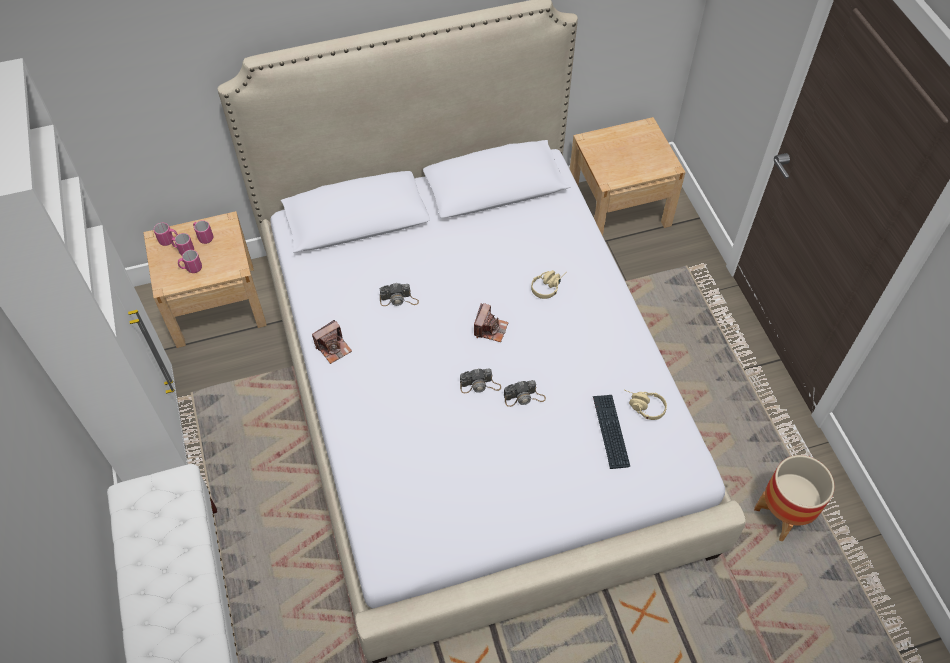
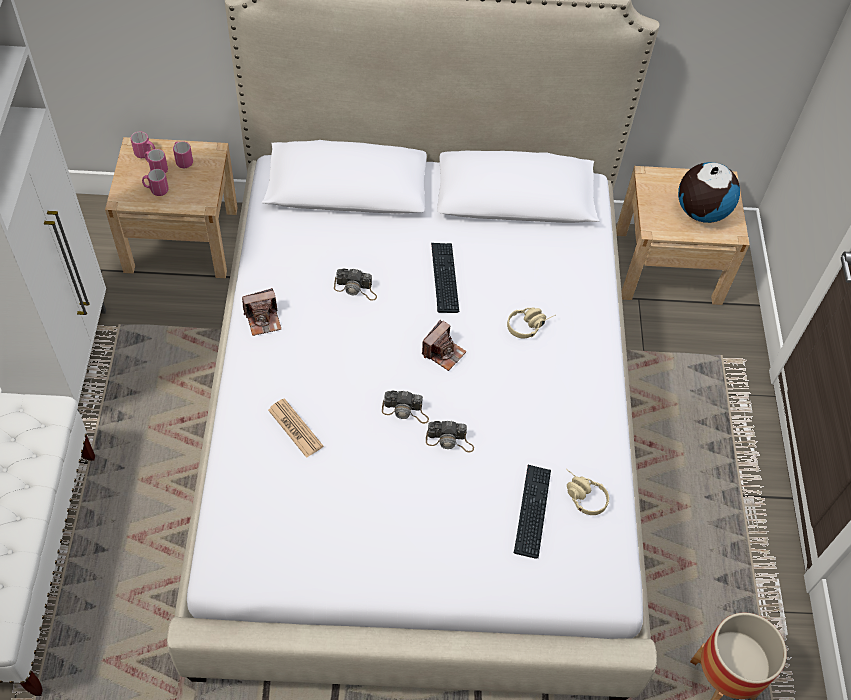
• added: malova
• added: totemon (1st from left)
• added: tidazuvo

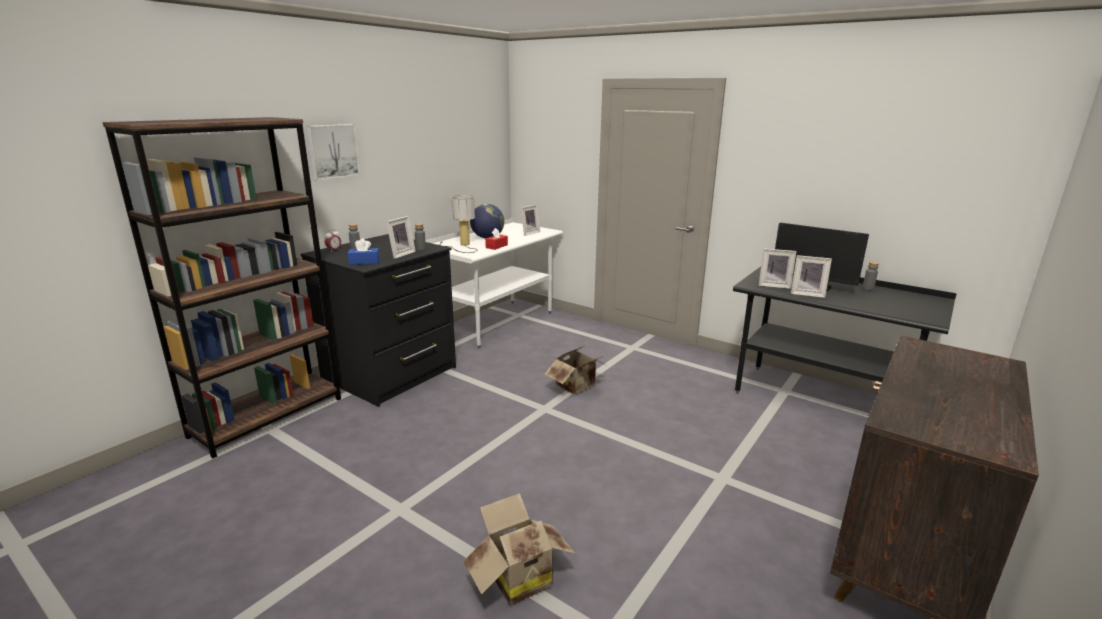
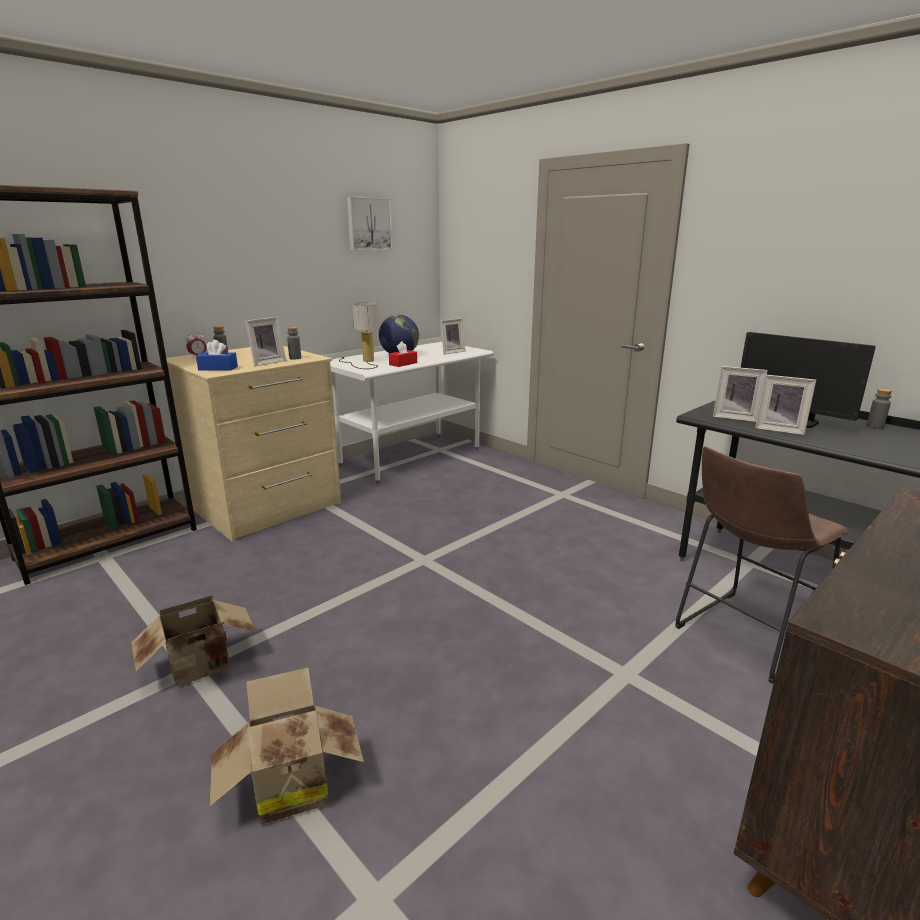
• recoloured: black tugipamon to beige tugipamon
• moved: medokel
• moved: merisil (2nd from left in the first image) to merisil (1st from left)
• added: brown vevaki

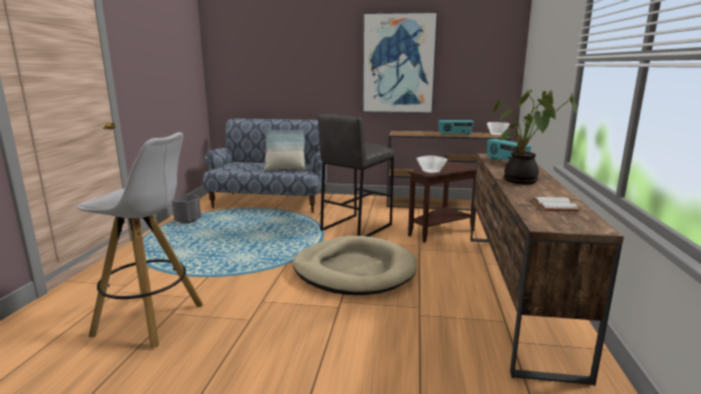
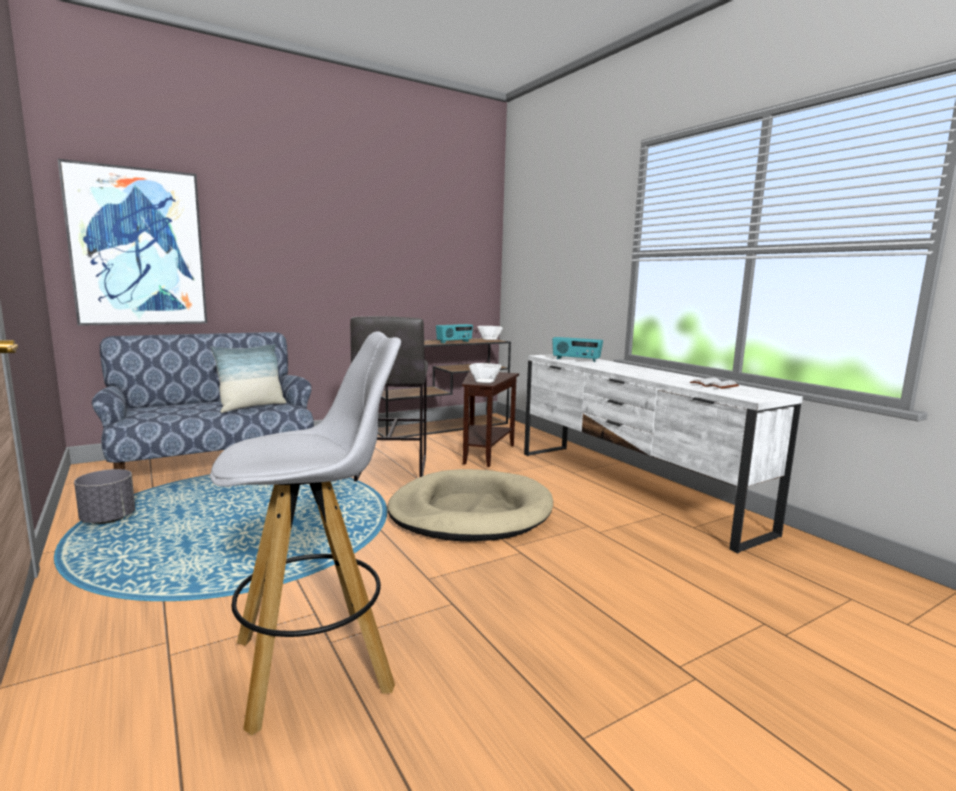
• moved: medokel
• recoloured: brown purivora to white purivora
• removed: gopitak

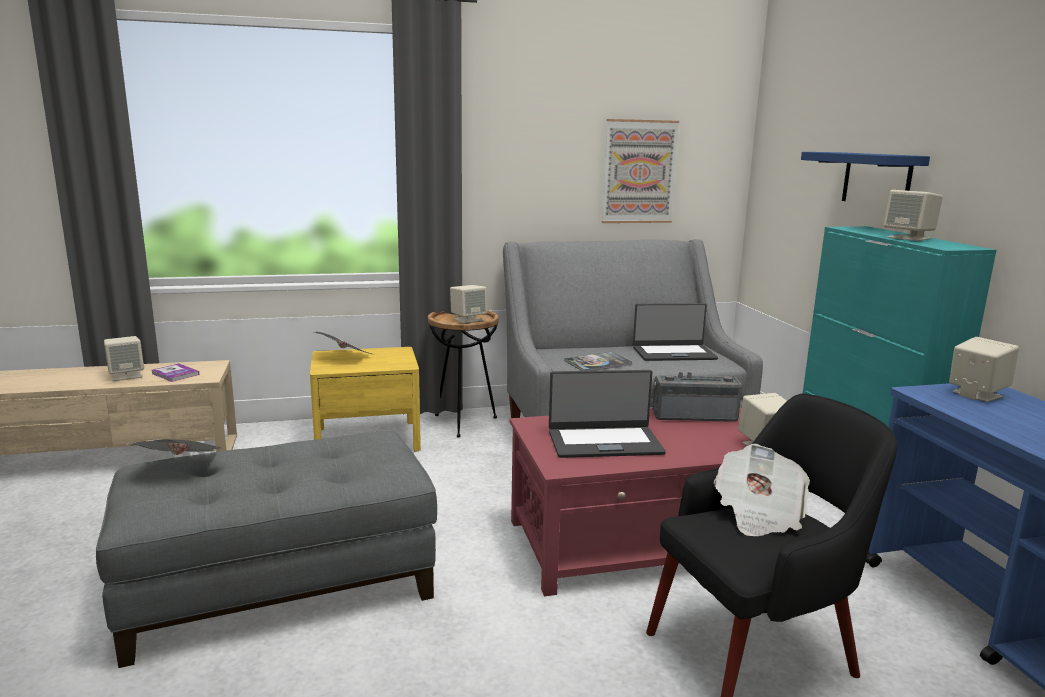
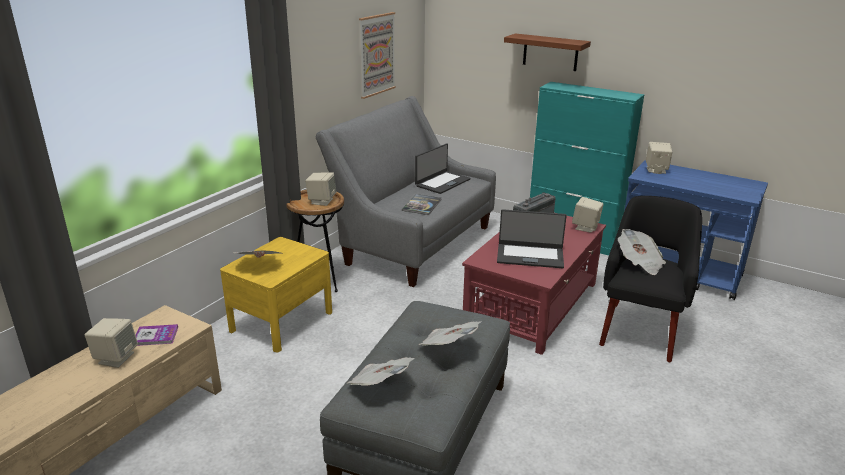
• turned: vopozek (1st from left in the first image) 60 degrees clockwise
• recoloured: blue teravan to brown teravan
• removed: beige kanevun (4th from left)
• added: malova (3rd from left)

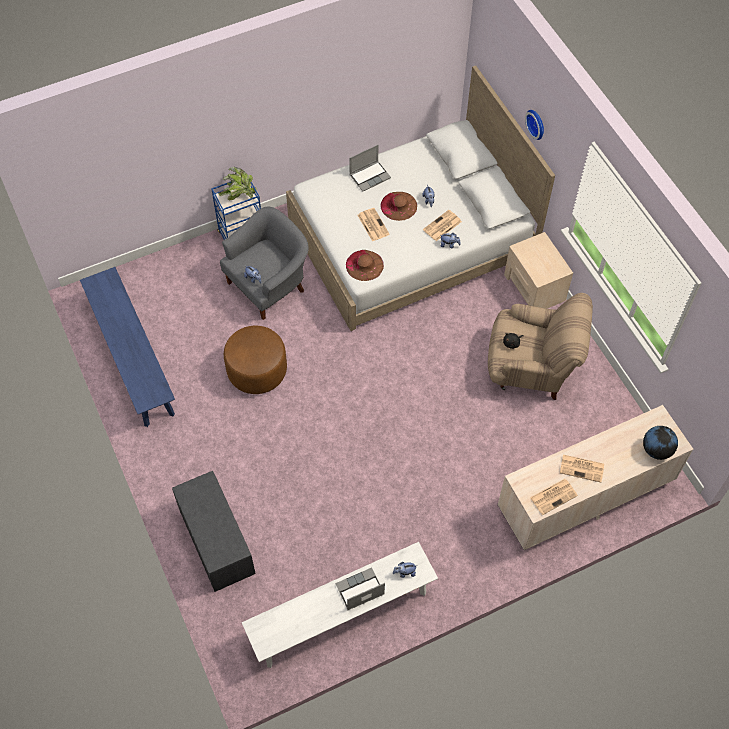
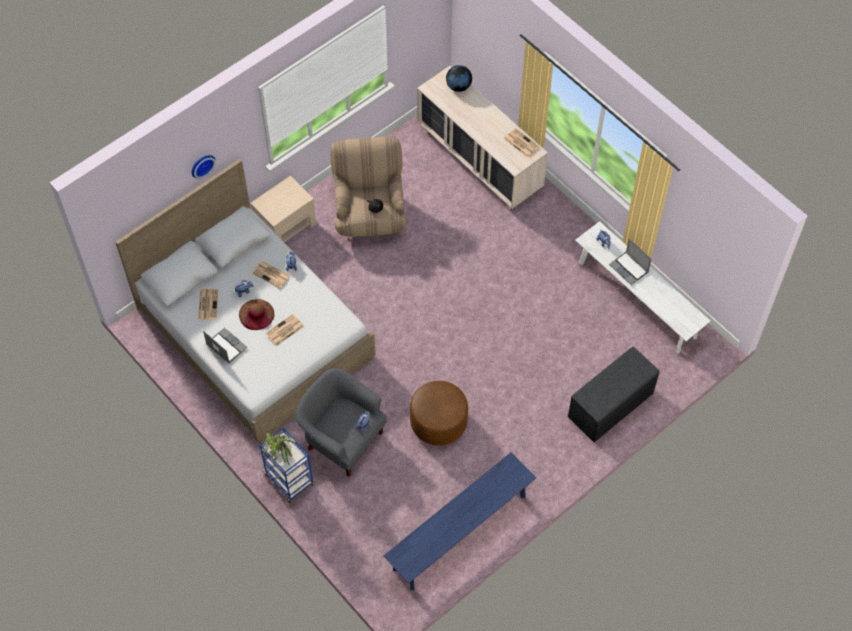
• removed: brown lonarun (1st from left)
• moved: malova (4th from left in the first image) to malova (1st from left)

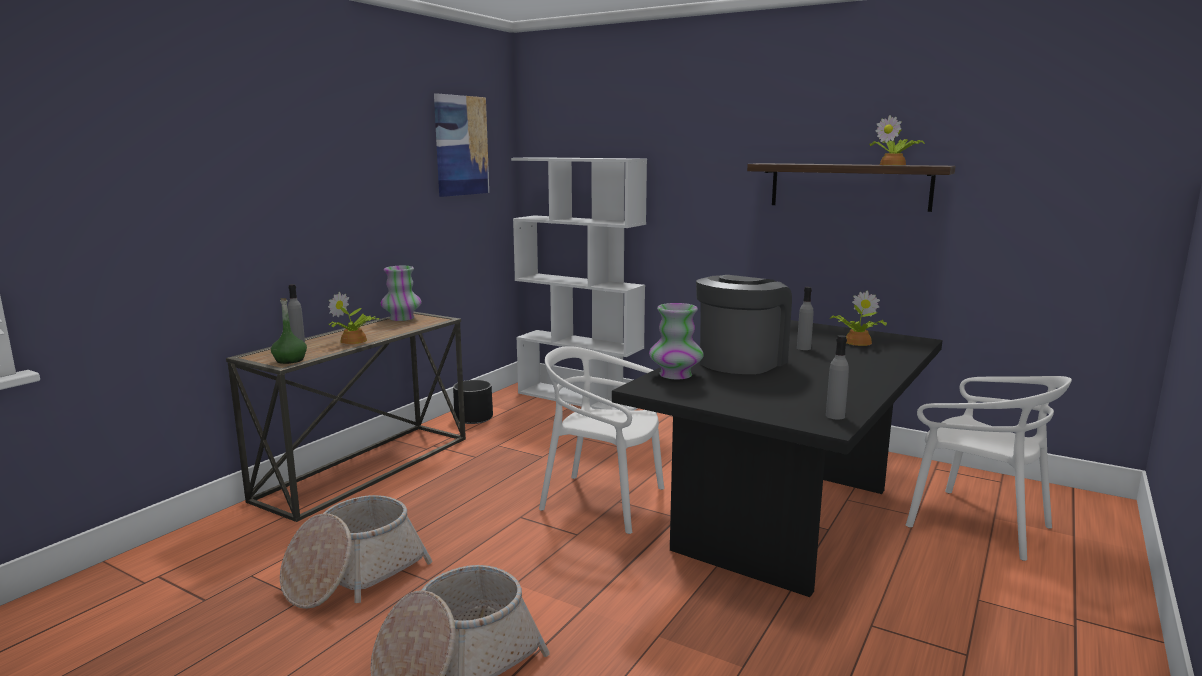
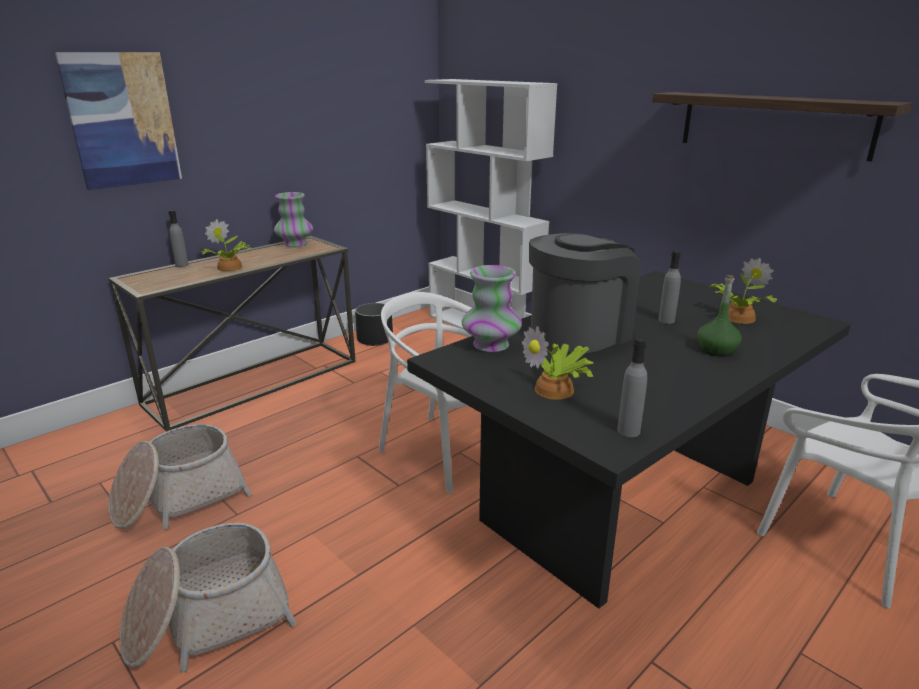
• moved: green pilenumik
• moved: medokel
• moved: gopitak (3rd from left in the first image) to gopitak (2nd from left)

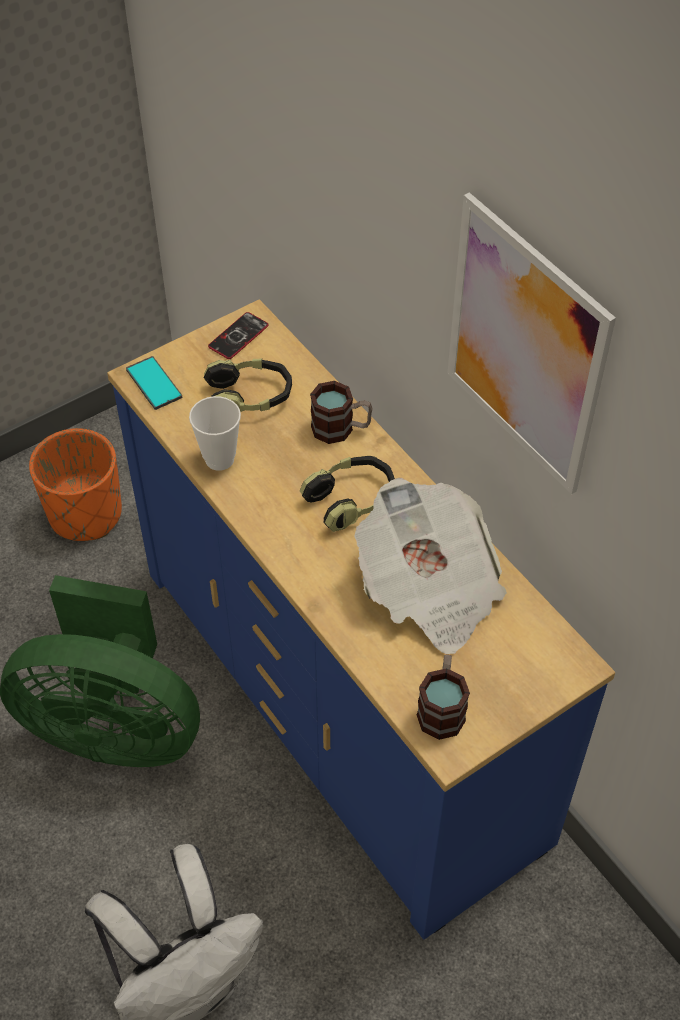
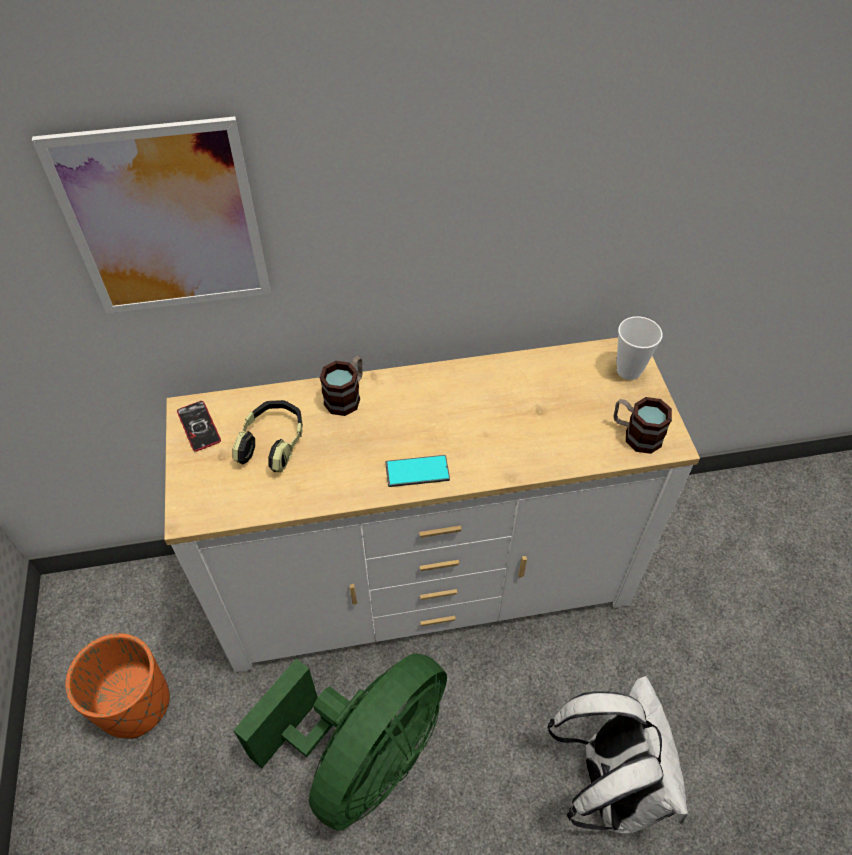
• recoloured: blue tugipamon to white tugipamon
• moved: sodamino (1st from left in the first image) to sodamino (2nd from left)
• moved: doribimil
• removed: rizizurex (2nd from left)
• removed: malova
• moved: medokel

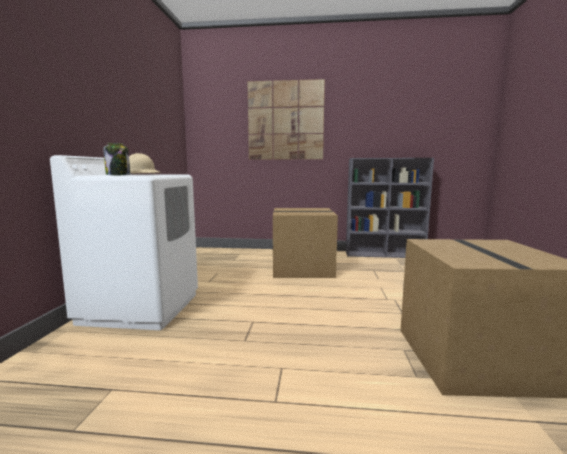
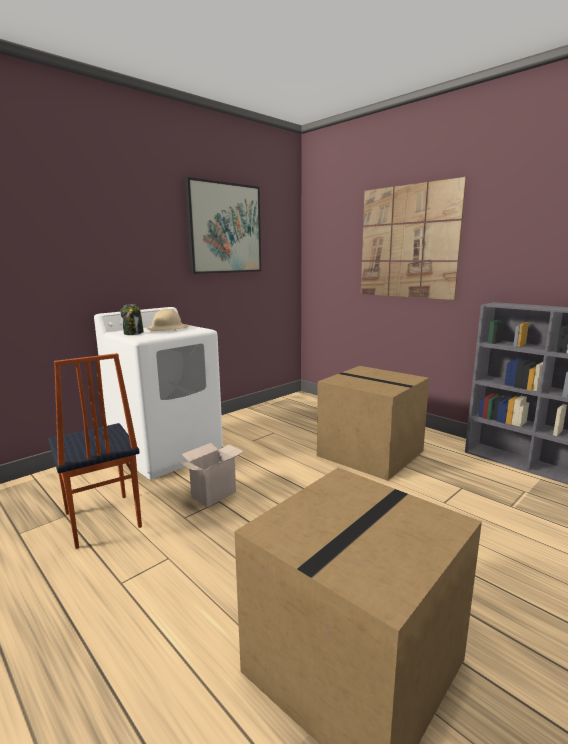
• added: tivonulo
• added: merisil (1st from left)
• added: medokel (1st from left)

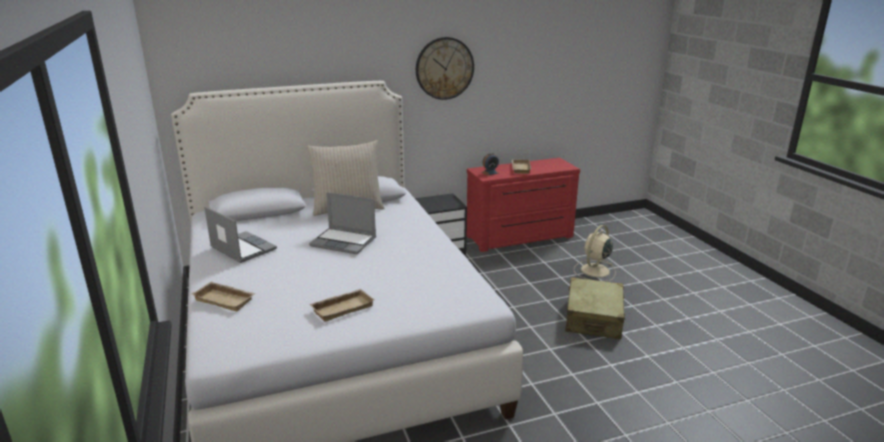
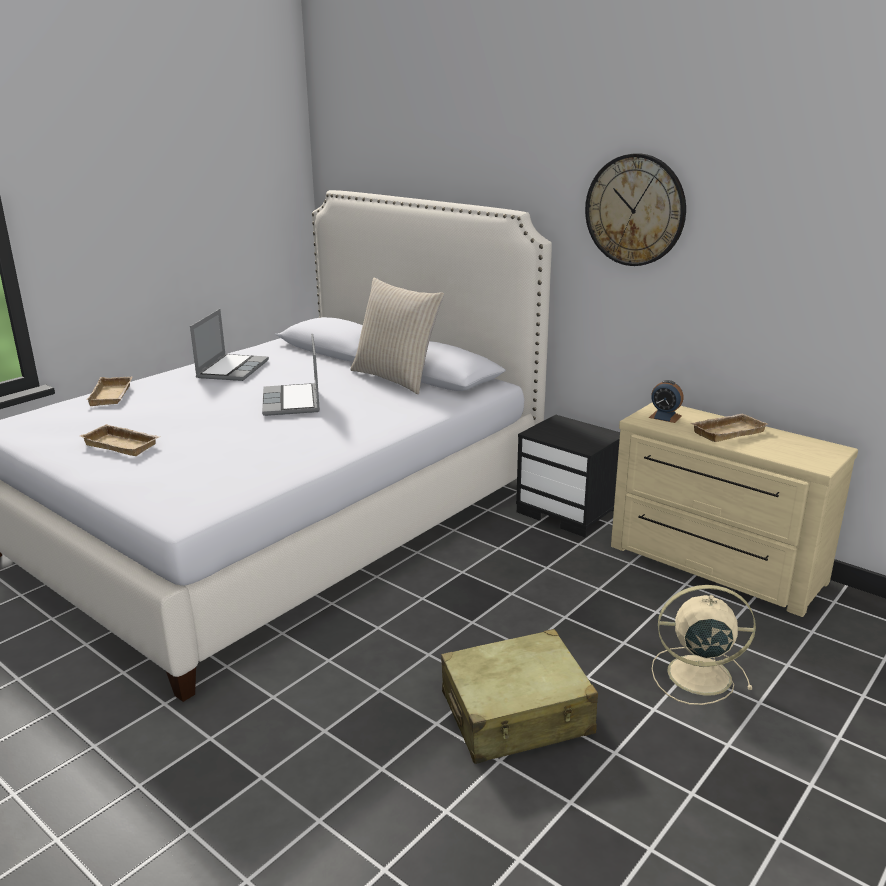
• recoloured: red tugipamon to beige tugipamon

